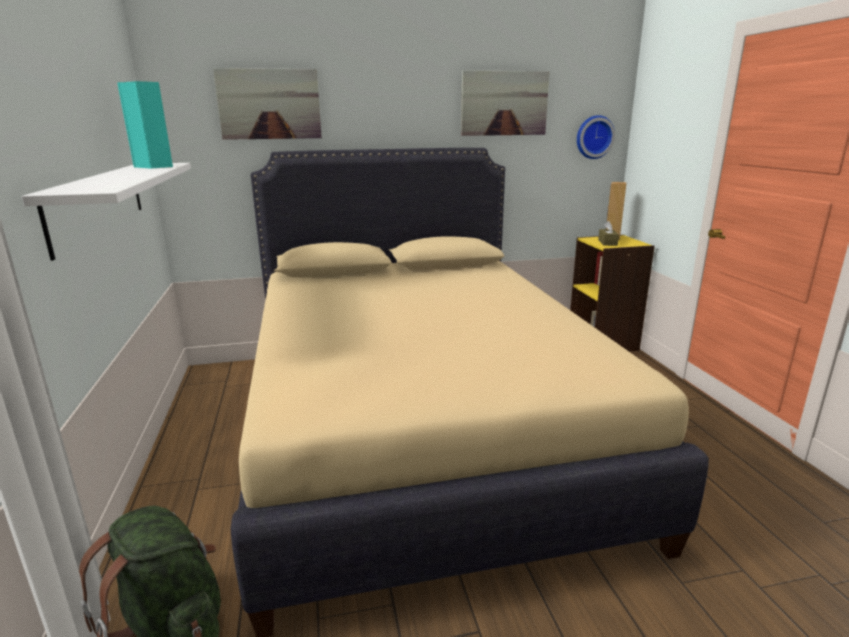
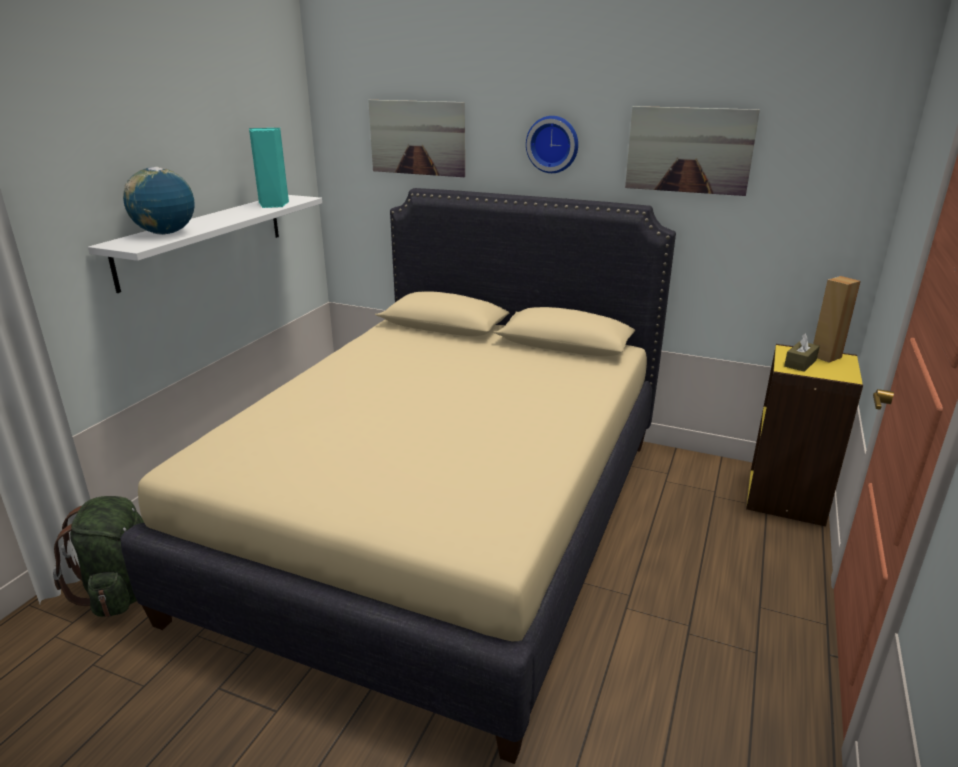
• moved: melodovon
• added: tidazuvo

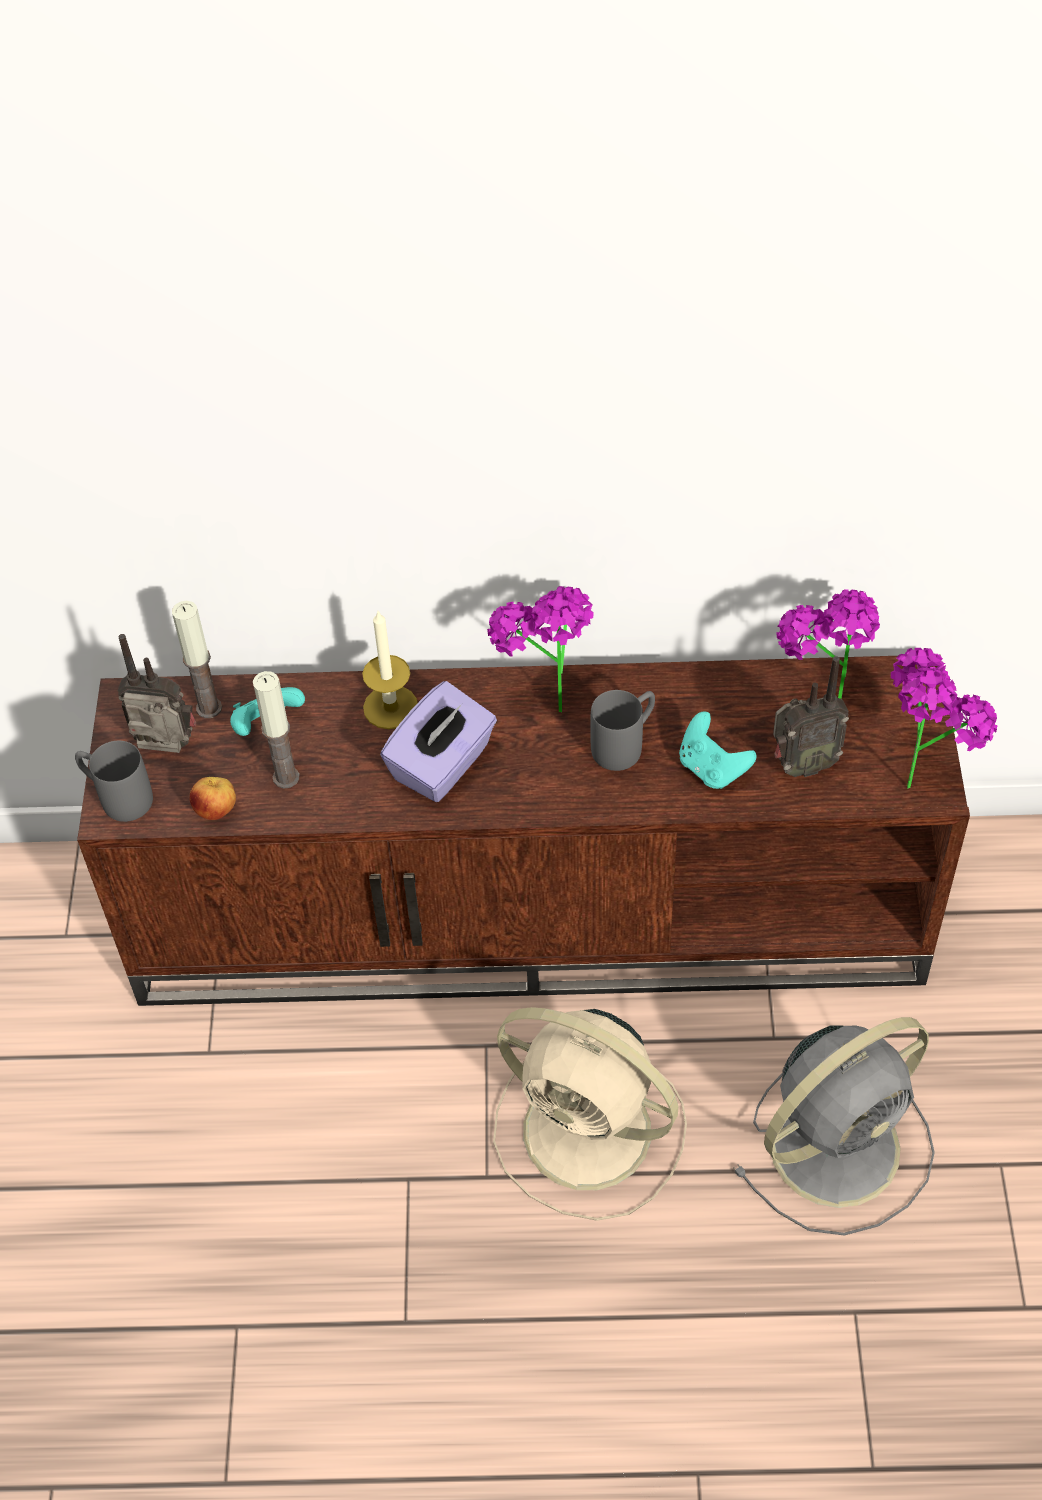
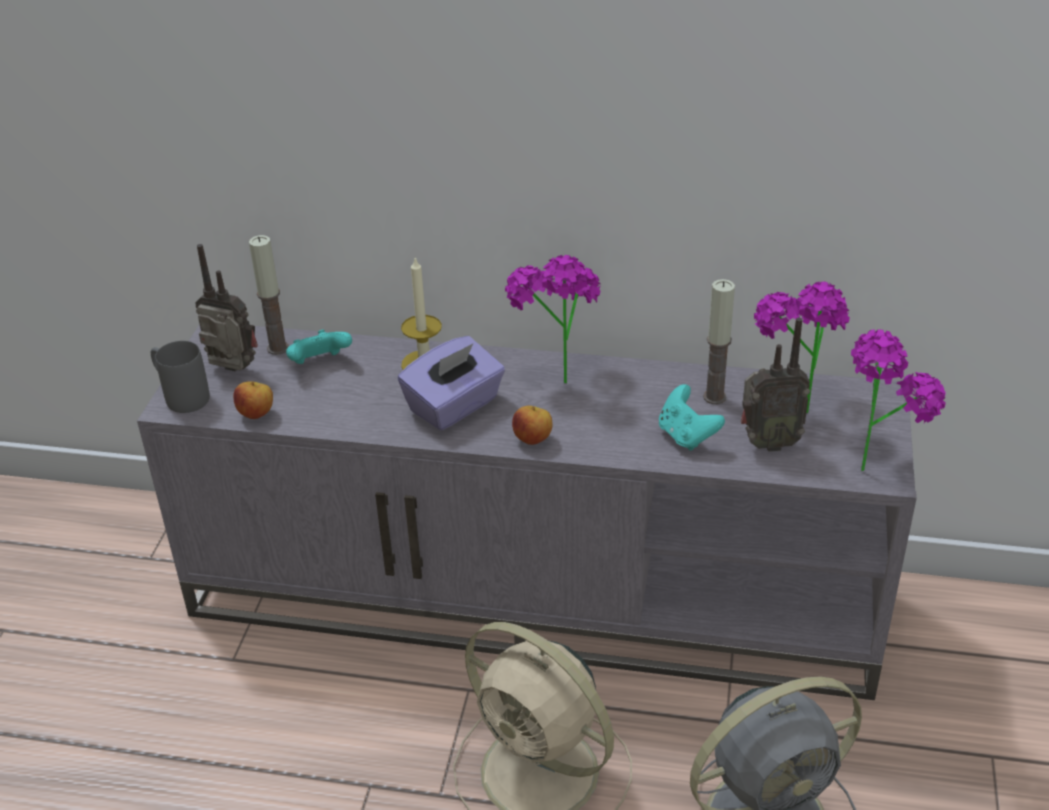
• recoloured: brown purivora to grey purivora
• moved: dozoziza (2nd from left in the first image) to dozoziza (3rd from left)
• removed: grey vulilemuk (2nd from left)
• added: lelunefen (2nd from left)

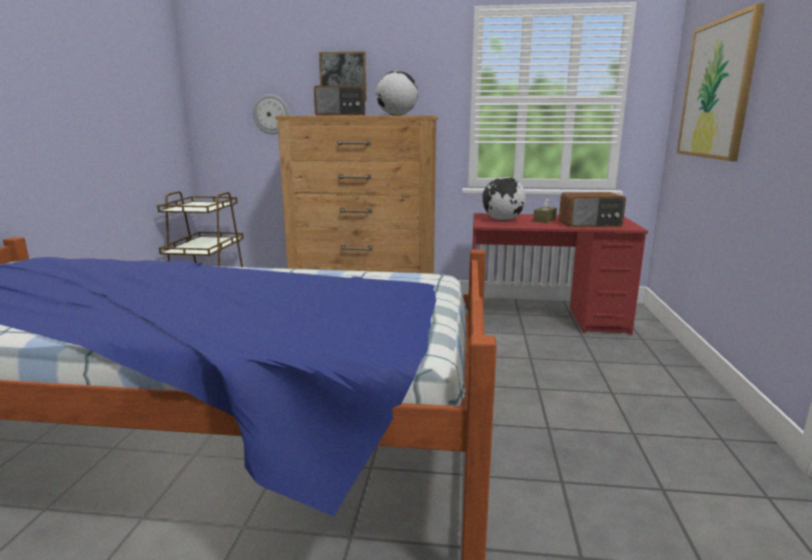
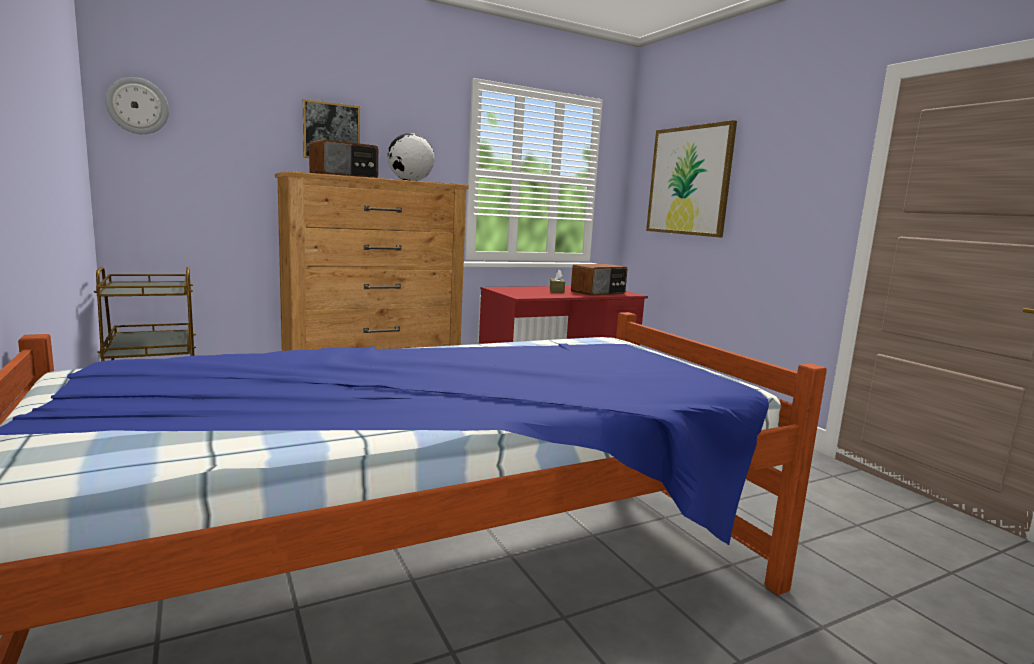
• moved: melodovon
• removed: tidazuvo (2nd from left)

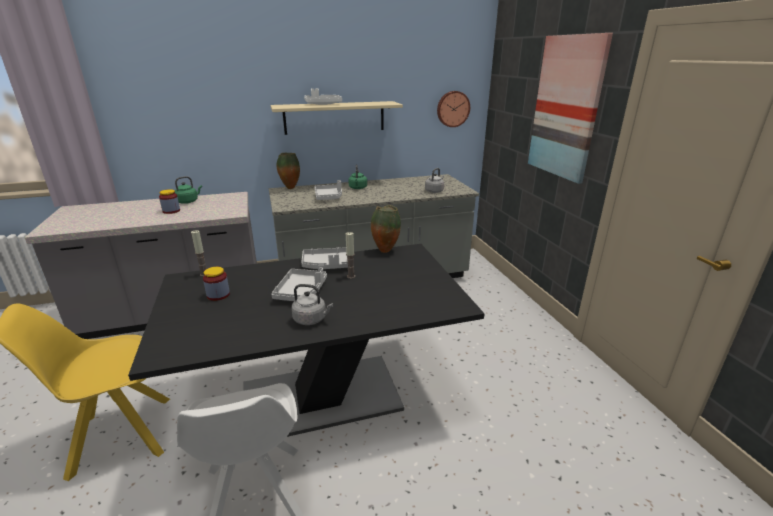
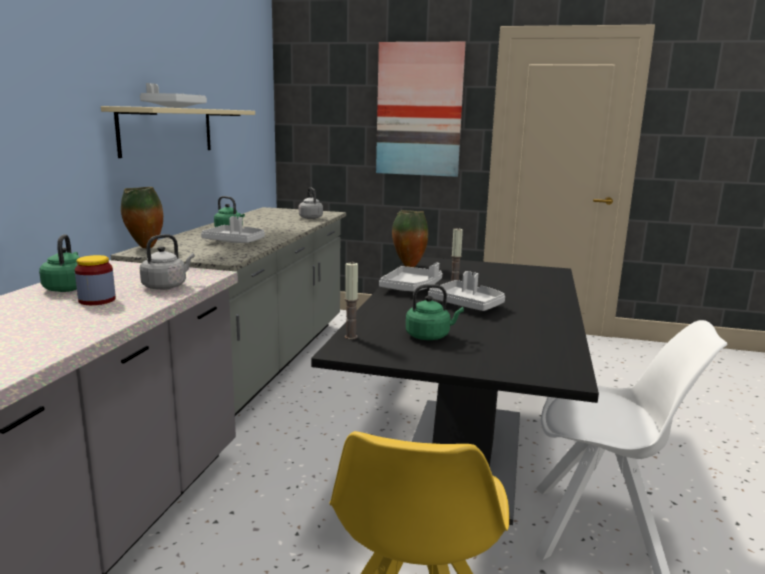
• replaced: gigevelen (2nd from left) to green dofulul (3rd from left)
• moved: grey dofulul (1st from left)
• removed: melodovon

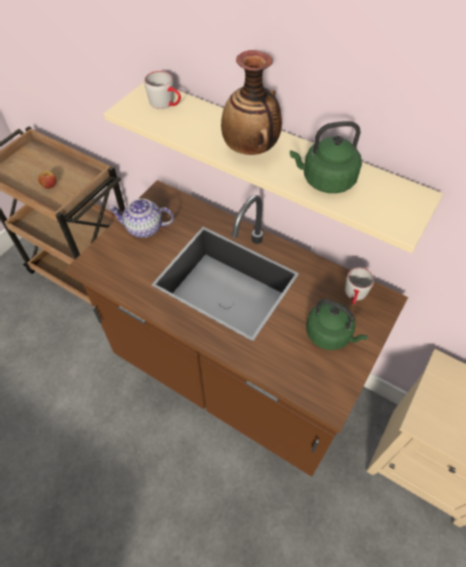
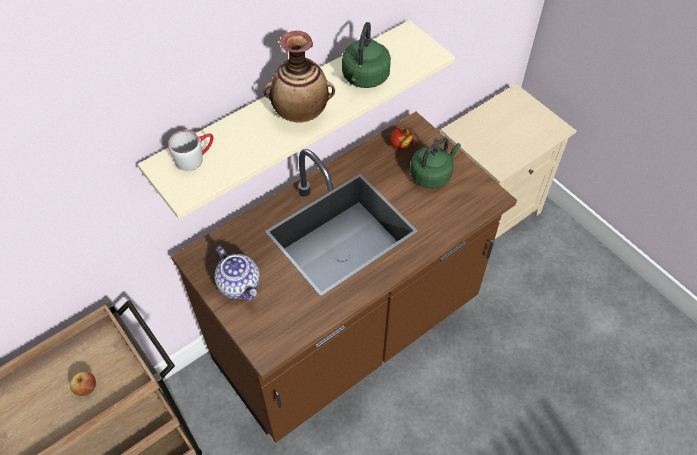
• turned: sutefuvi 60 degrees counterclockwise
• replaced: grey vulilemuk (2nd from left) to lelunefen (2nd from left)

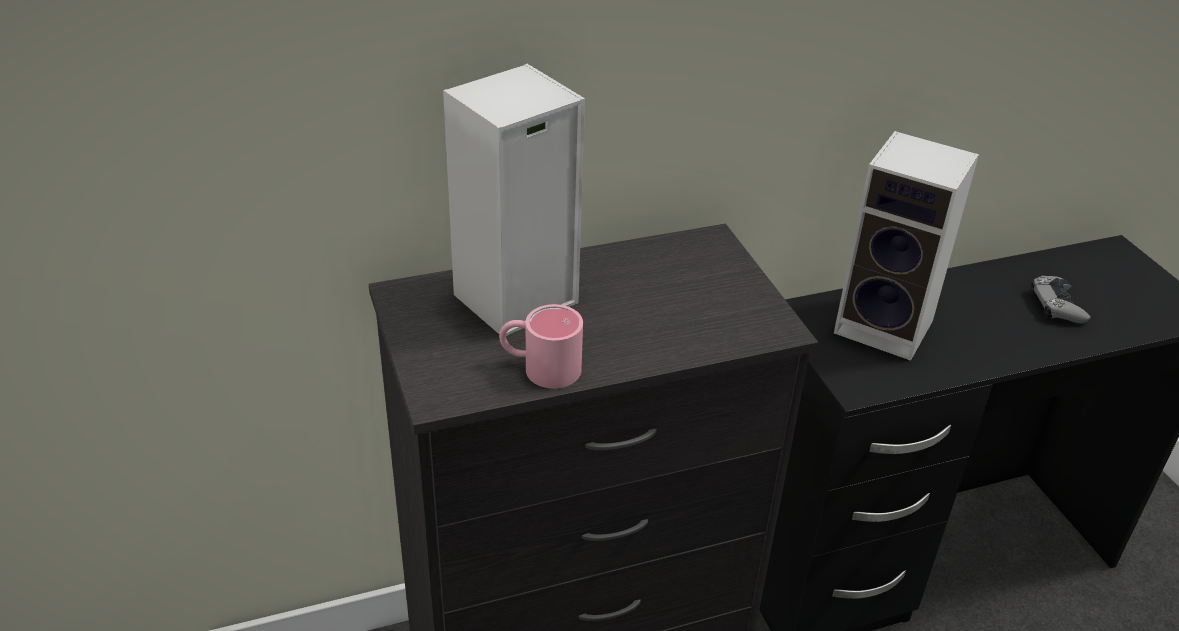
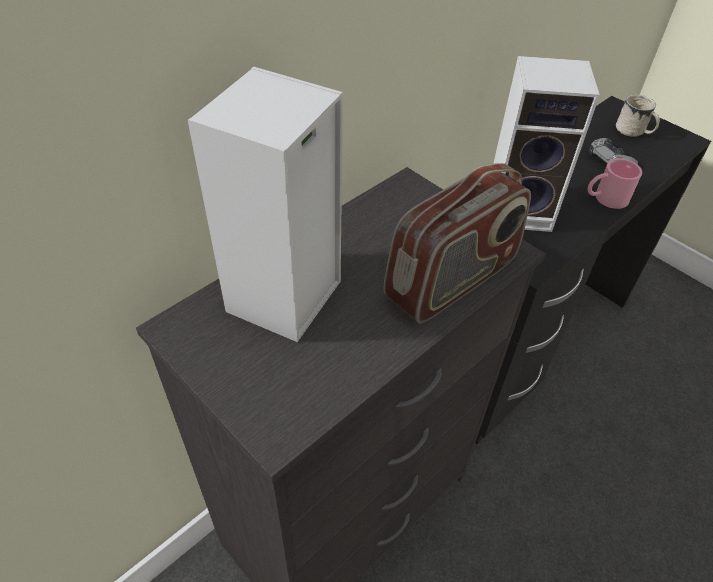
• moved: pink vulilemuk
• added: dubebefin
• added: white vulilemuk

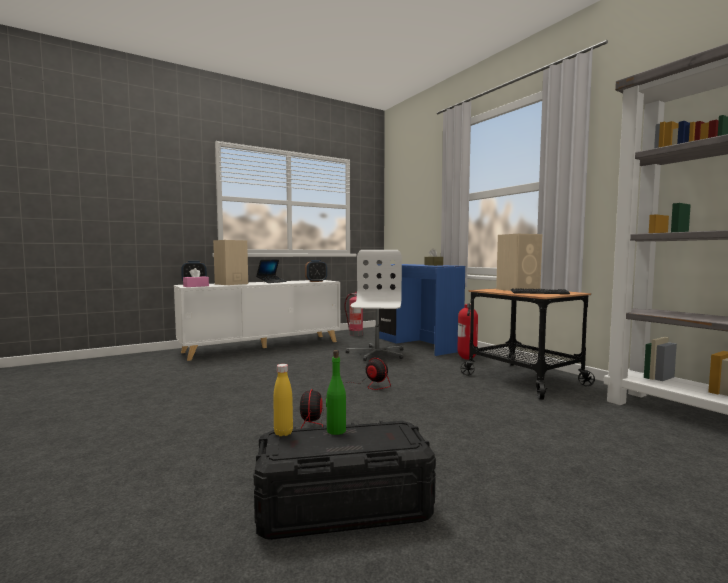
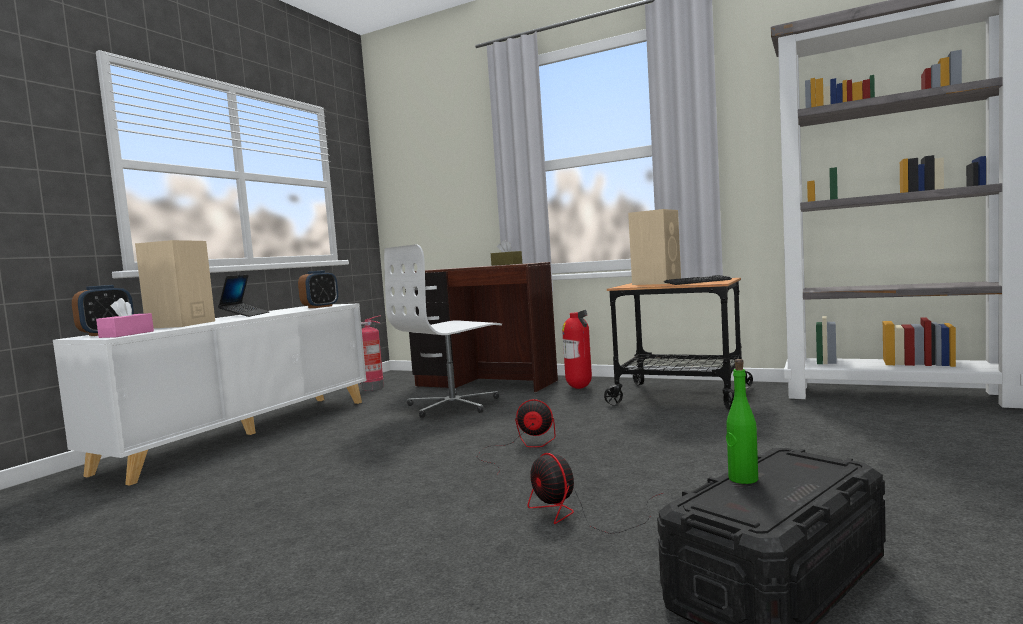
• removed: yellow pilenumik
• turned: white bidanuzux 105 degrees counterclockwise
• recoloured: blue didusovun to brown didusovun

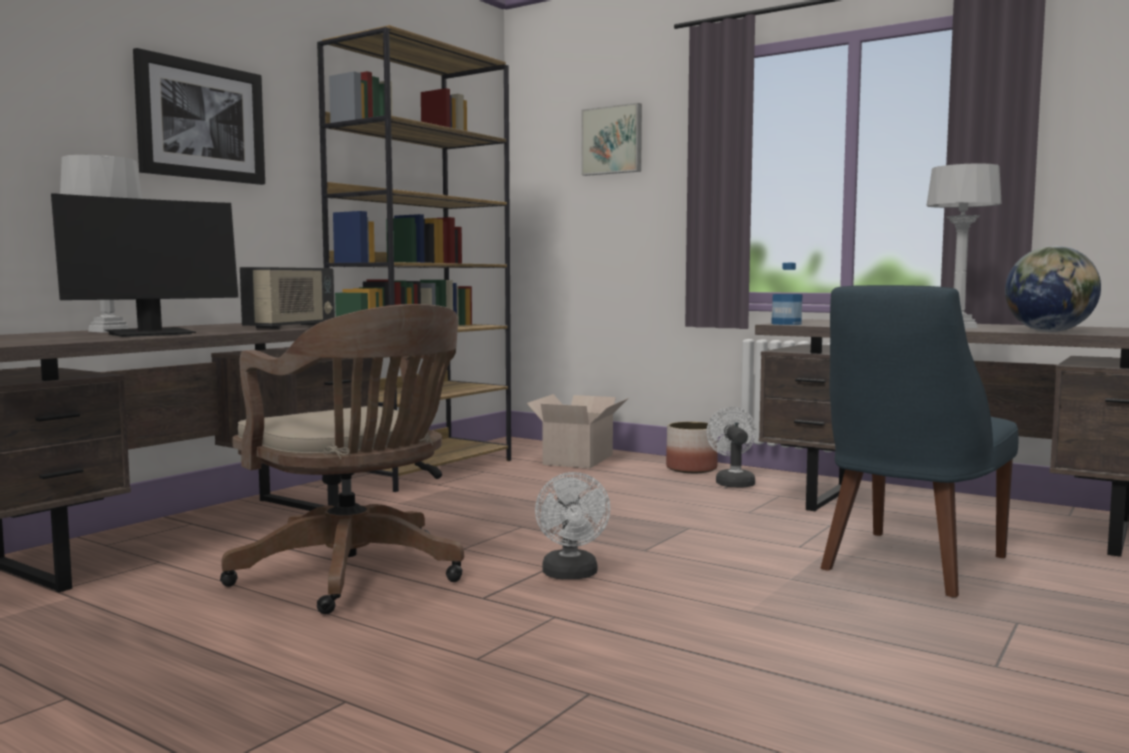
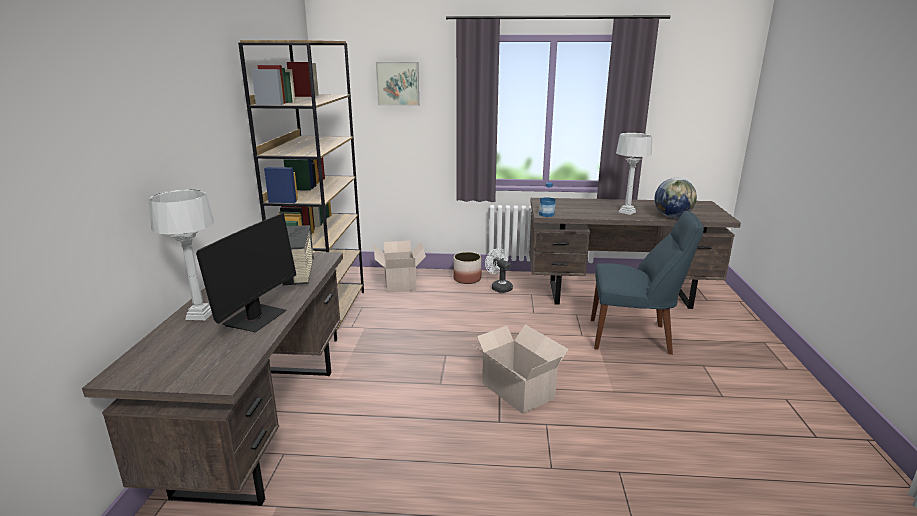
• removed: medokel (1st from left)
• removed: brown bidanuzux
• replaced: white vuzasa (1st from left) to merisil (2nd from left)
• turned: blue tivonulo 90 degrees counterclockwise

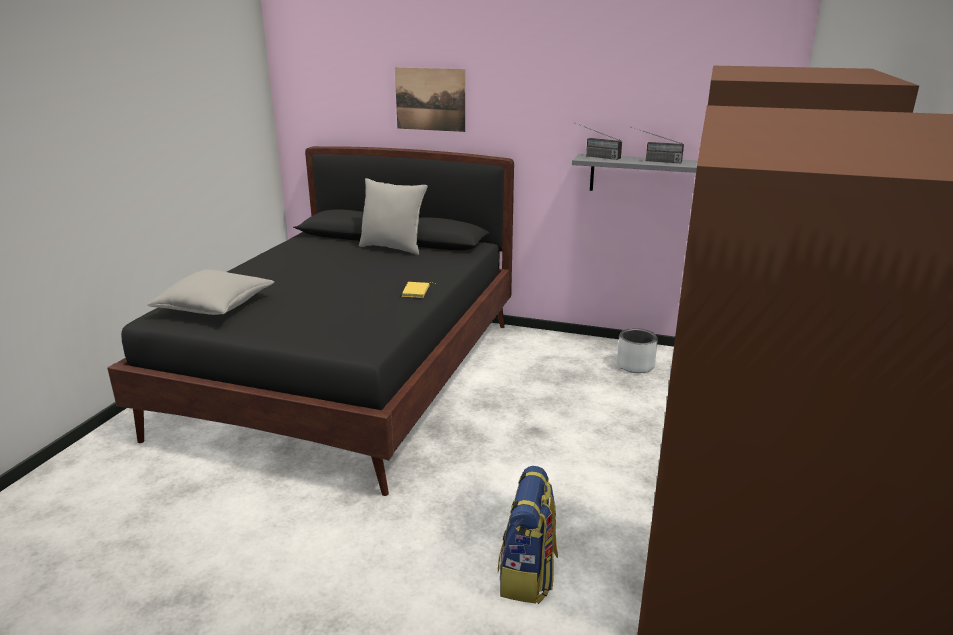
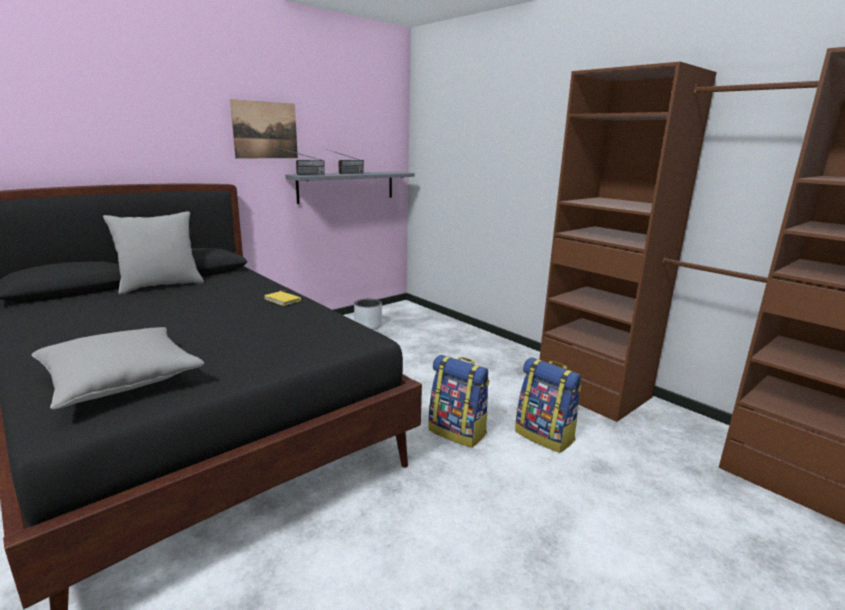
• moved: medokel
• added: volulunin (1st from left)

